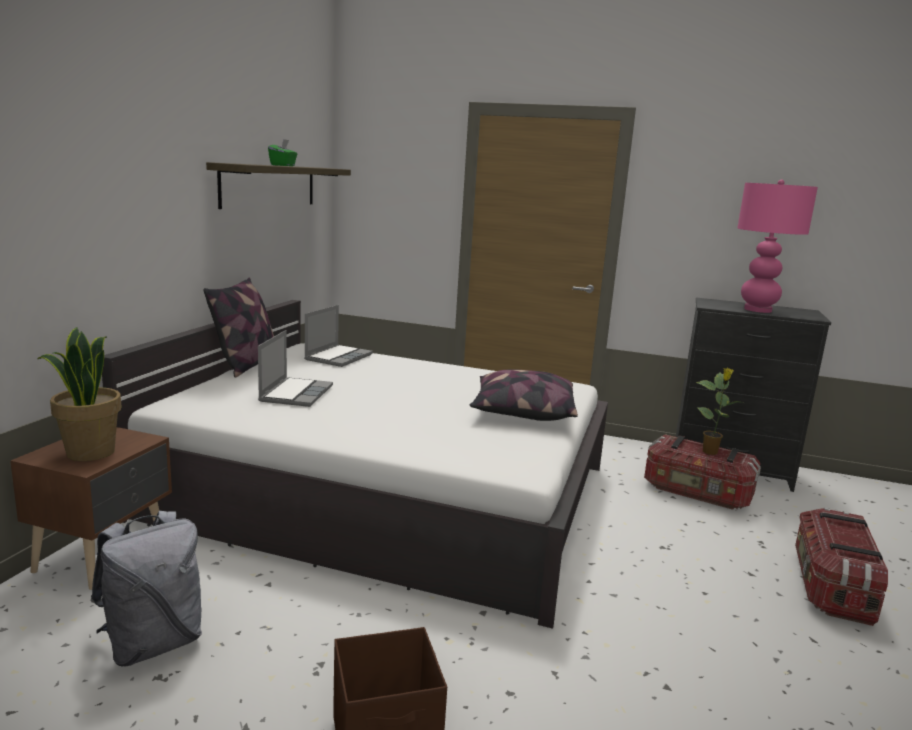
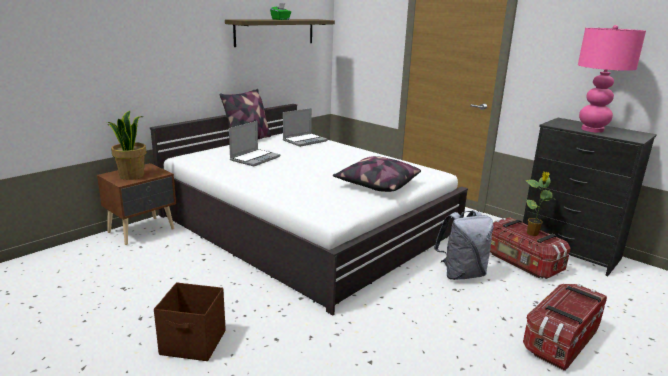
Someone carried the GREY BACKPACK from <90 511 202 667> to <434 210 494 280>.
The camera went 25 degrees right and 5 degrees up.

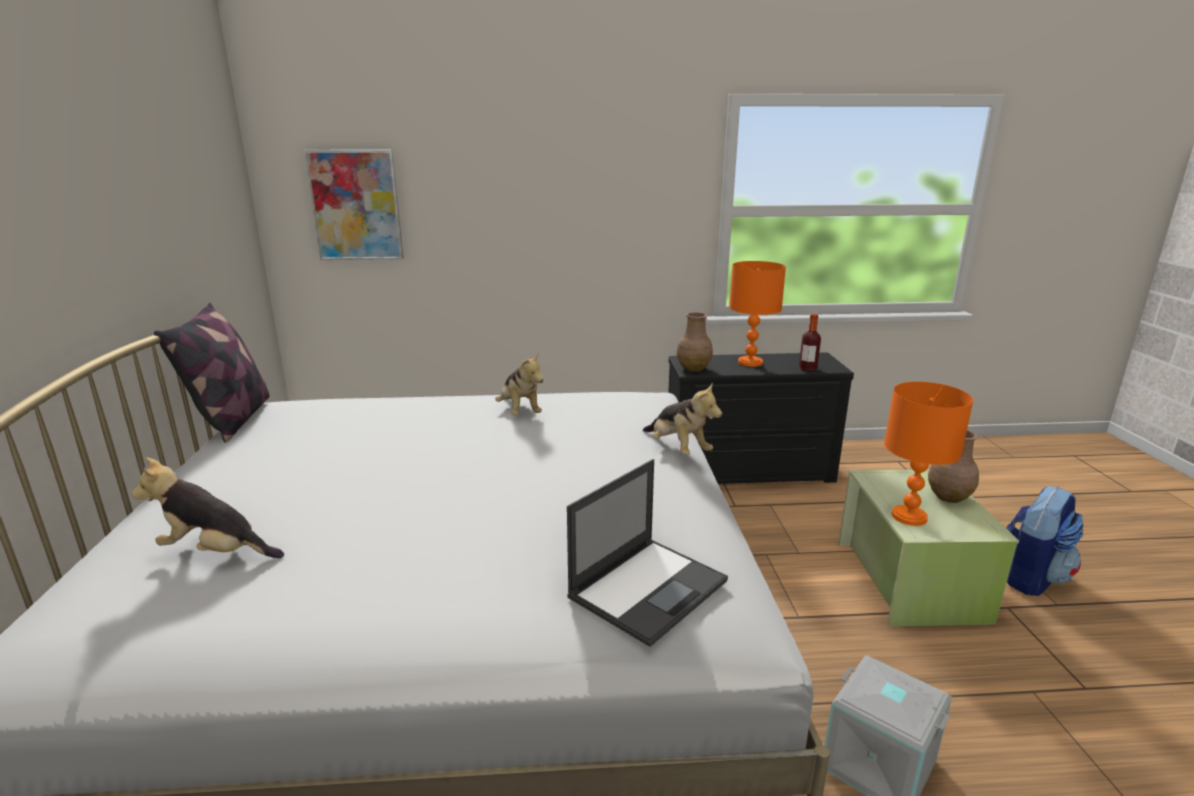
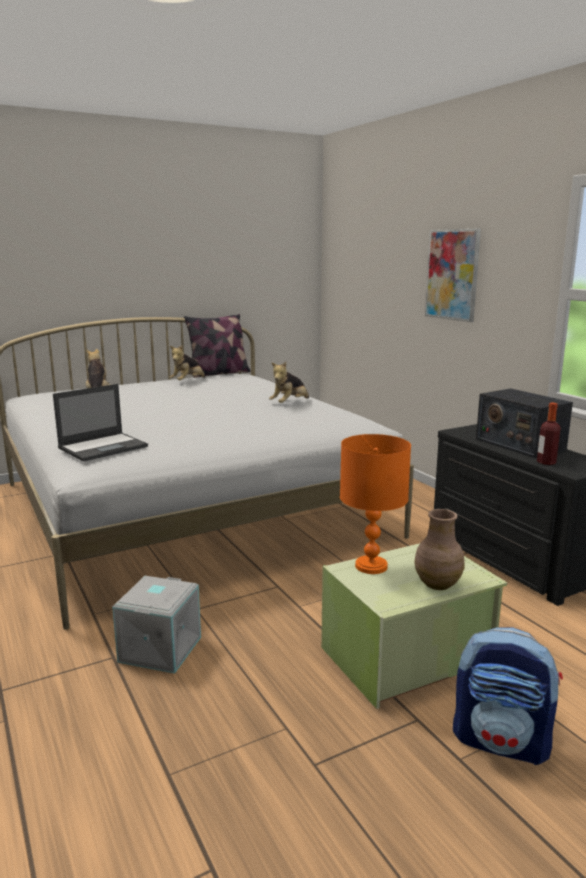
Someone took away the BROWN VASE at <677 312 713 372>.
Someone carried the PICTURE from <304 149 404 260> to <425 229 481 322>.
Someone carried the PLUSH TOY from <643 382 722 455> to <169 344 205 380>.
Someone swapped the ORANGE TABLE LAMP at <729 261 786 367> for the RADIO at <476 389 573 458>.
Someone rotated the LAPTOP at <567 459 728 647> by 60 degrees counterclockwise.
The camera went 65 degrees right and 5 degrees down.

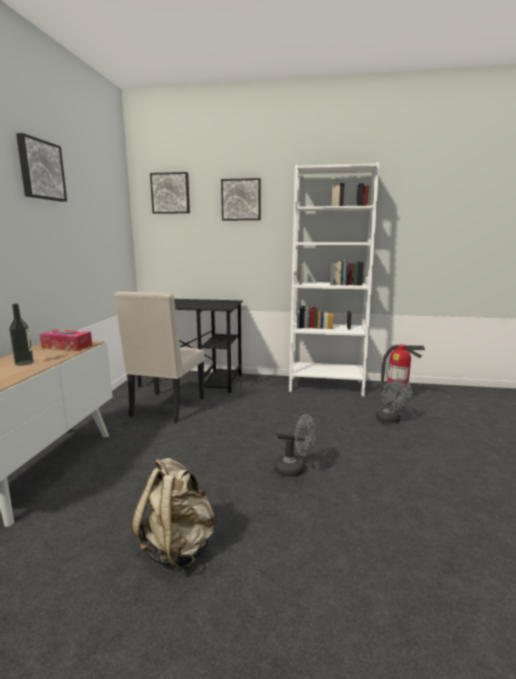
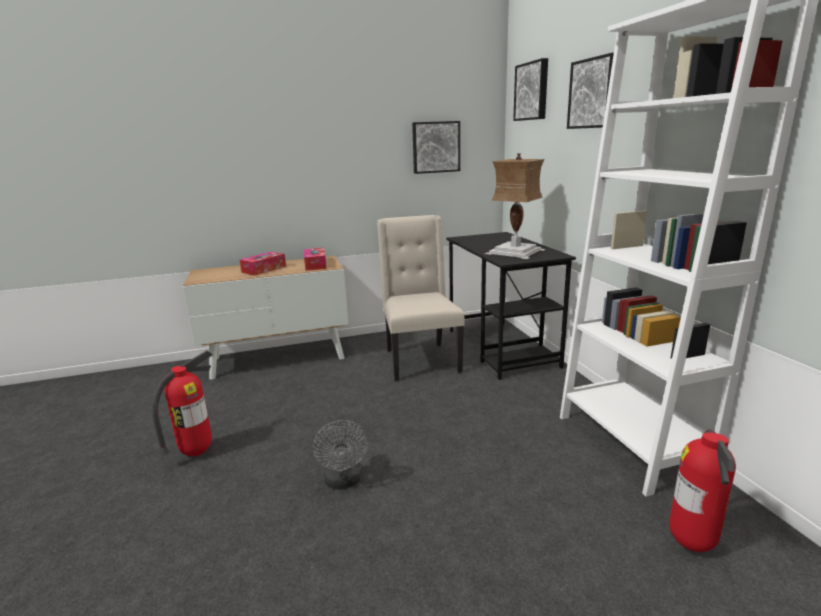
Someone took away the GREY FAN at <375 379 412 423>.
Someone put down the TABLE LAMP at <485 153 546 259>.
Someone carried the PICTURE from <16 133 67 202> to <412 121 460 174>.
Someone swapped the BOTTLE at <9 304 34 366> for the TISSUE BOX at <240 252 286 276>.
Someone swapped the BEIGE BACKPACK at <132 458 215 571> for the FIRE EXTINGUISHER at <152 350 212 456>.
Someone rotated the BEIGE CHAIR at <114 292 205 422> by 90 degrees clockwise.
The camera went 65 degrees right and 5 degrees up.

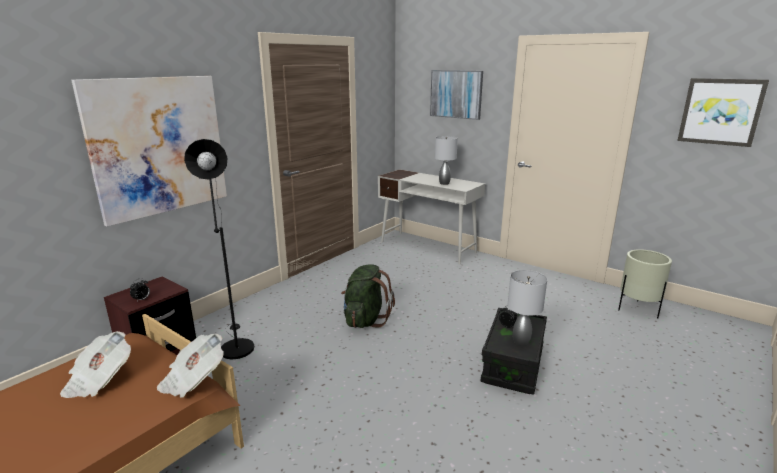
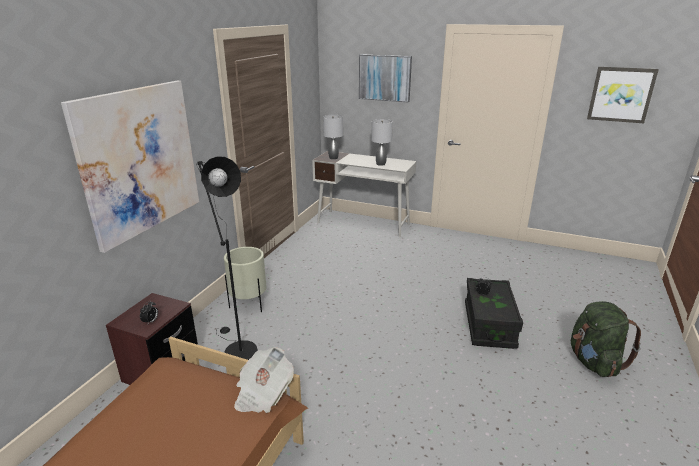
Someone took away the NEWSPAPER at <60 331 131 398>.
Someone carried the GREEN BACKPACK from <341 264 395 328> to <571 301 641 377>.
Someone carried the GREY TABLE LAMP from <508 270 547 346> to <323 115 343 159>.
Someone carried the BEIGE PLANTER from <618 249 672 318> to <224 247 266 312>.
The camera went 15 degrees left and 5 degrees up.

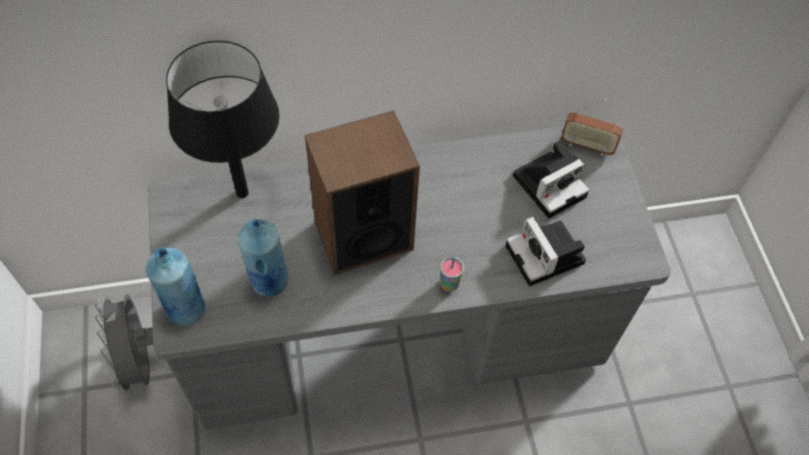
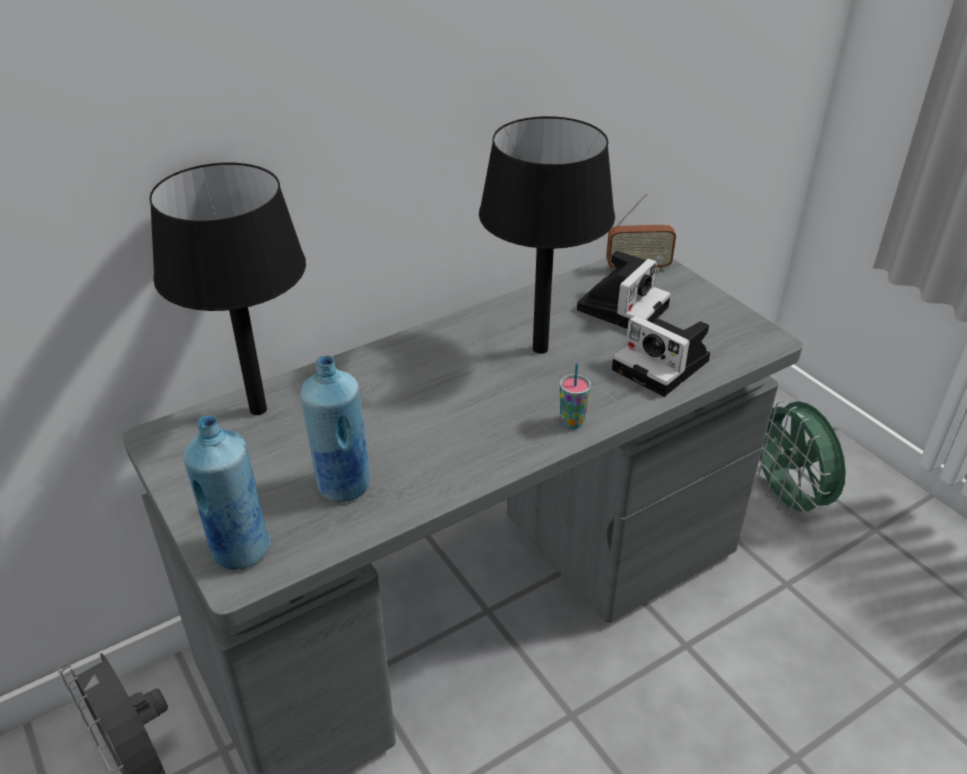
Someone took away the SPEAKER at <305 111 420 275>.
Someone put down the BLACK TABLE LAMP at <479 116 615 354>.
Someone put down the GREEN FAN at <757 400 846 518>.
The camera went 20 degrees left and 20 degrees down.

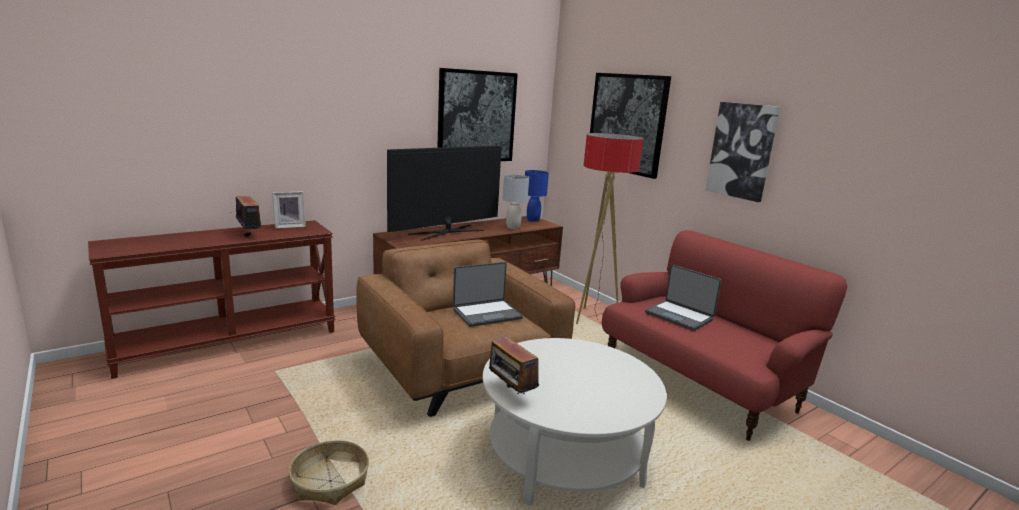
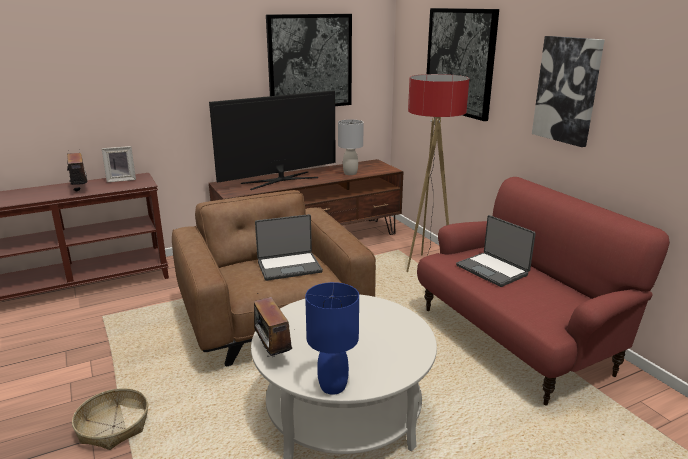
Someone carried the BLUE TABLE LAMP from <525 170 549 222> to <305 282 359 395>.
The camera went 10 degrees right and 5 degrees up.

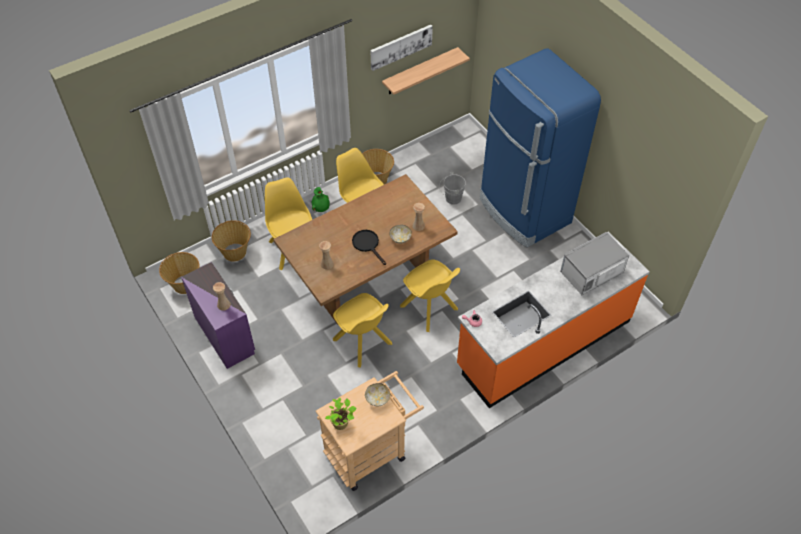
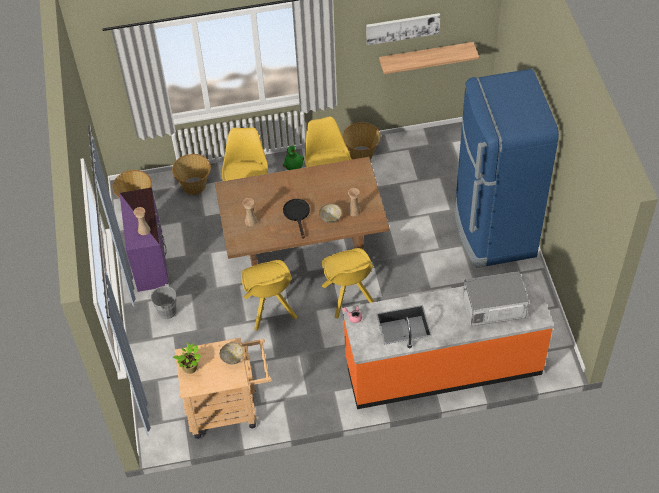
Someone carried the GREY BUCKET from <439 172 466 205> to <148 284 177 319>.
The camera went 25 degrees right and 0 degrees up.

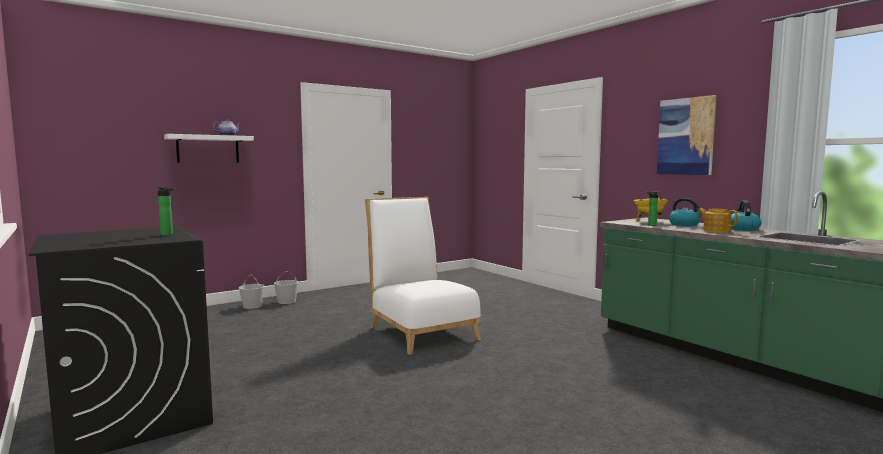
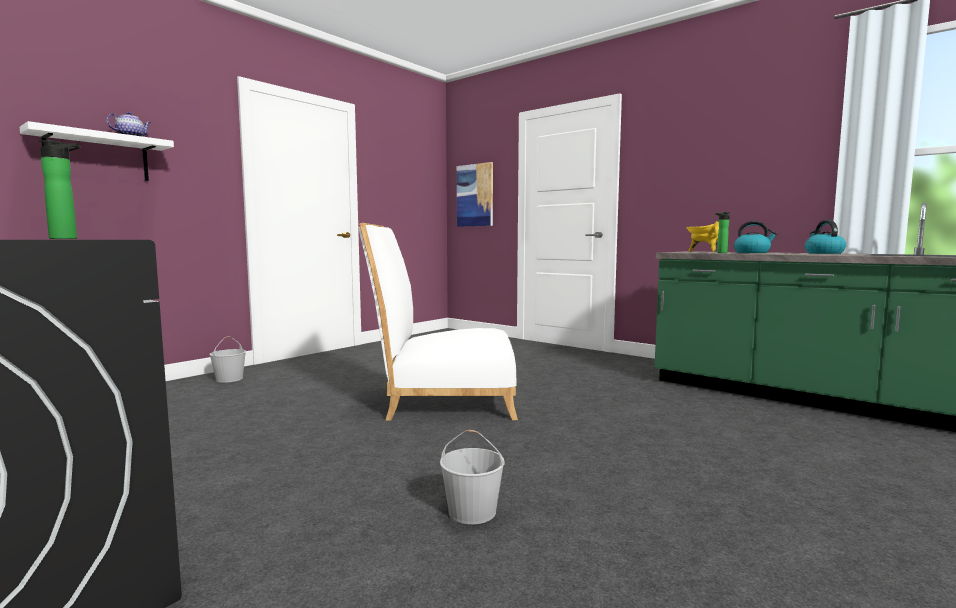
Someone took away the TEAPOT at <698 208 738 233>.
Someone carried the WHITE BUCKET from <239 275 265 309> to <440 430 505 524>.
Someone carried the PICTURE from <657 95 716 175> to <457 162 493 227>.
Someone rotated the WHITE CHAIR at <365 197 481 355> by 45 degrees counterclockwise.
The camera went 15 degrees left and 0 degrees up.

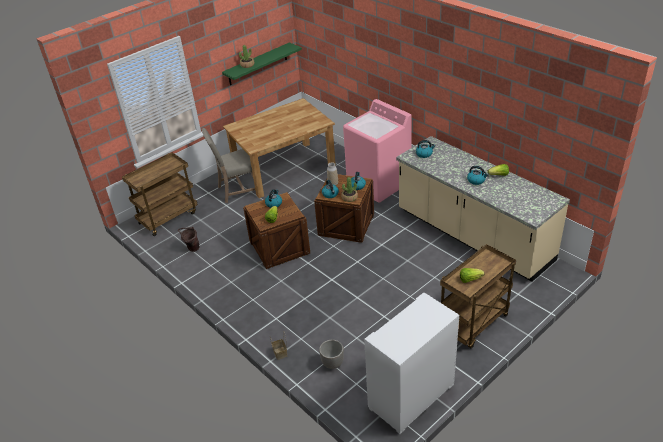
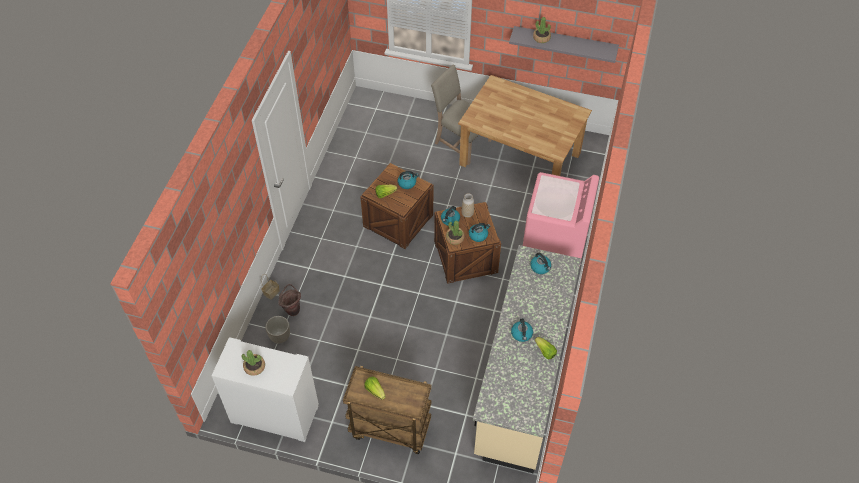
Someone took away the BROWN CART at <122 152 198 236>.
Someone put down the POTTED PLANT at <242 350 265 376>.
Someone carried the BROWN BUCKET from <178 227 199 252> to <278 284 301 316>.
Someone repainted the GREEN SHELF at <222 42 302 85>, which became the GREY SHELF at <509 26 619 63>.
The camera went 55 degrees right and 15 degrees up.

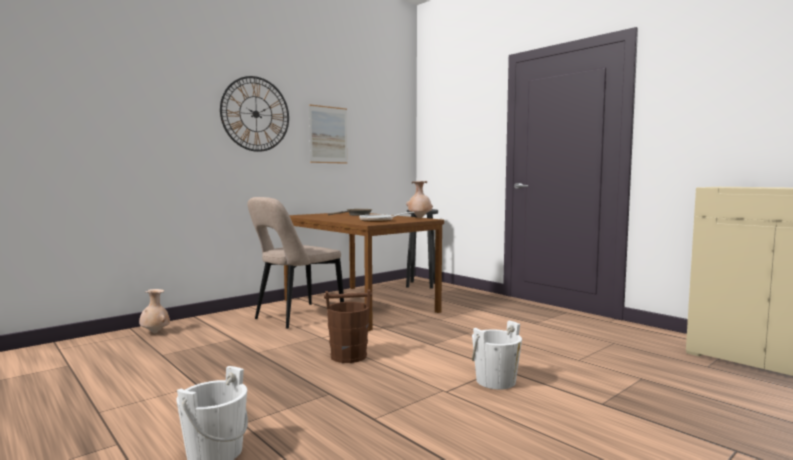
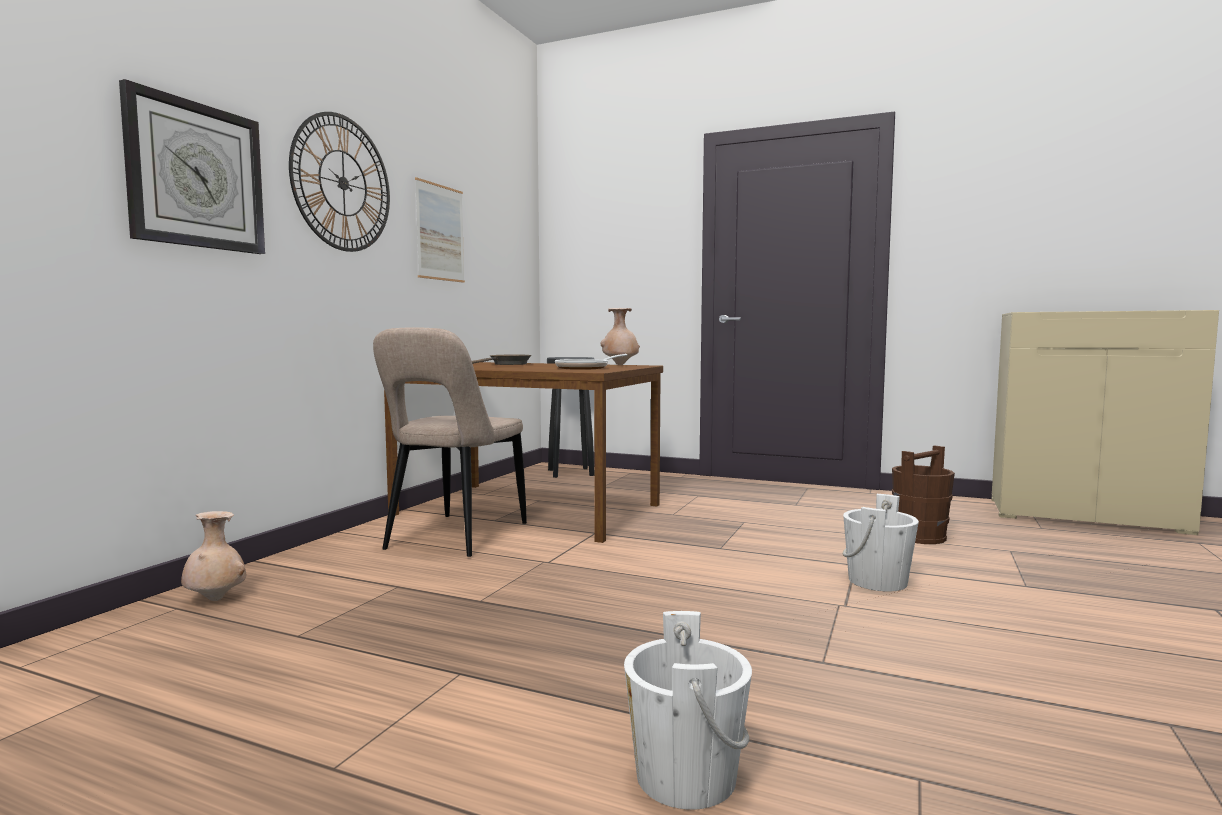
Someone put up the WALL CLOCK at <119 79 265 254>.
Someone carried the BROWN BUCKET from <324 289 372 363> to <892 445 955 544>.
The camera went 25 degrees left and 0 degrees up.

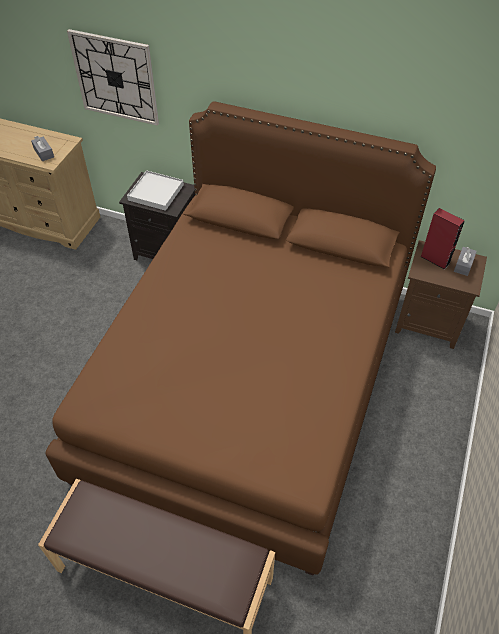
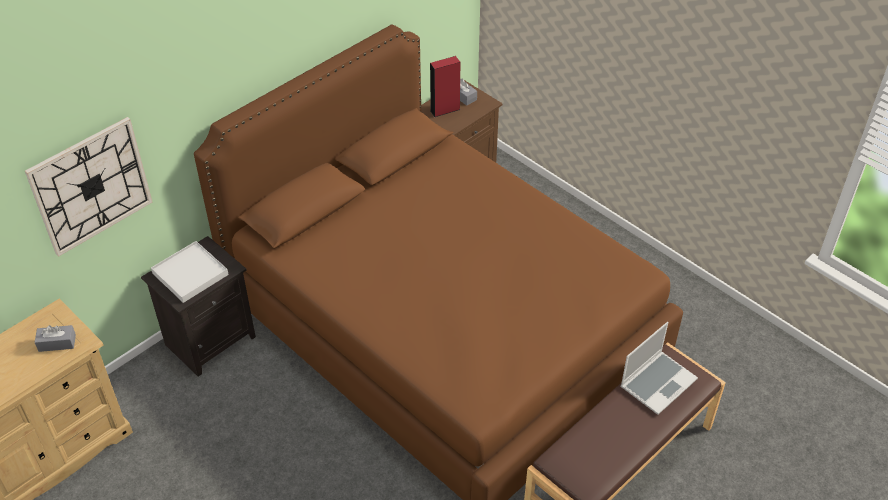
Someone put down the LAPTOP at <621 322 698 415>.
The camera went 65 degrees left and 5 degrees down.

